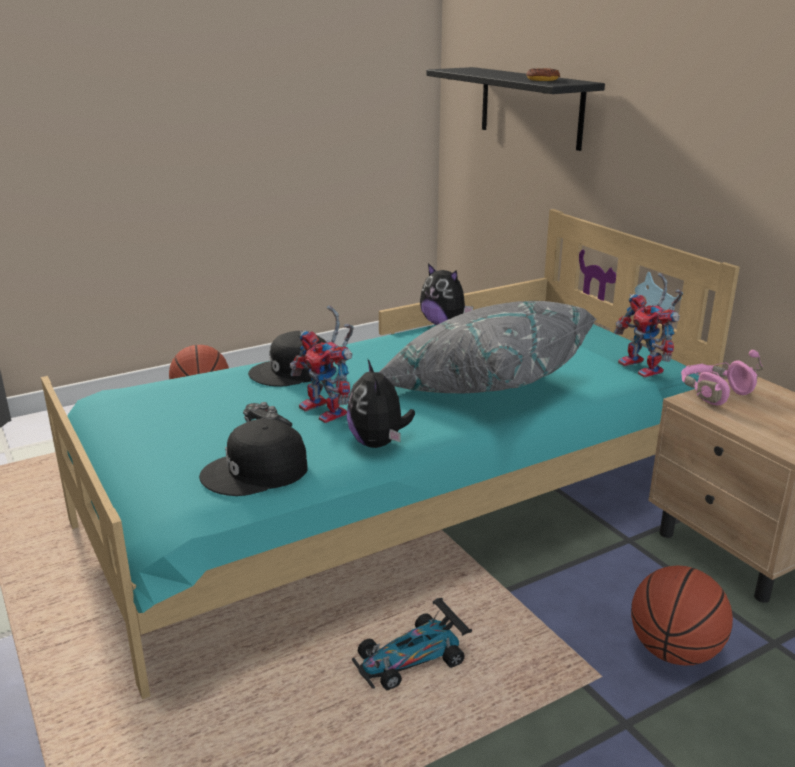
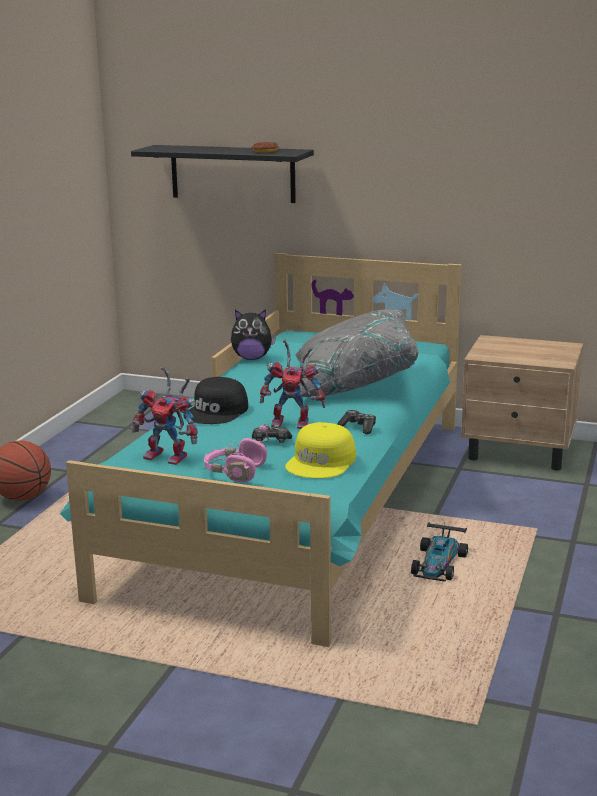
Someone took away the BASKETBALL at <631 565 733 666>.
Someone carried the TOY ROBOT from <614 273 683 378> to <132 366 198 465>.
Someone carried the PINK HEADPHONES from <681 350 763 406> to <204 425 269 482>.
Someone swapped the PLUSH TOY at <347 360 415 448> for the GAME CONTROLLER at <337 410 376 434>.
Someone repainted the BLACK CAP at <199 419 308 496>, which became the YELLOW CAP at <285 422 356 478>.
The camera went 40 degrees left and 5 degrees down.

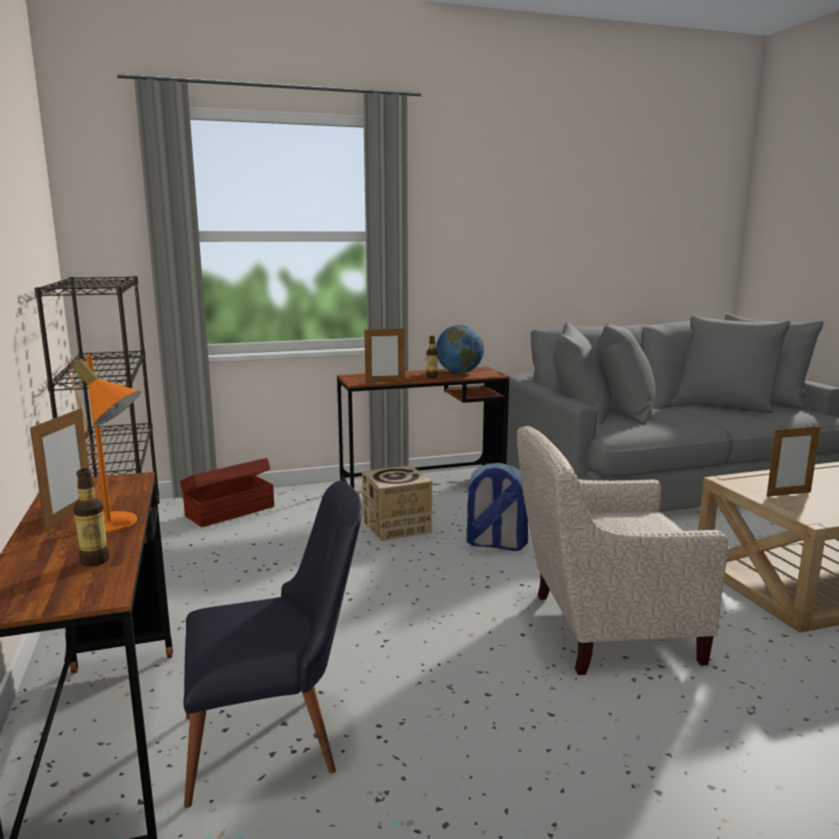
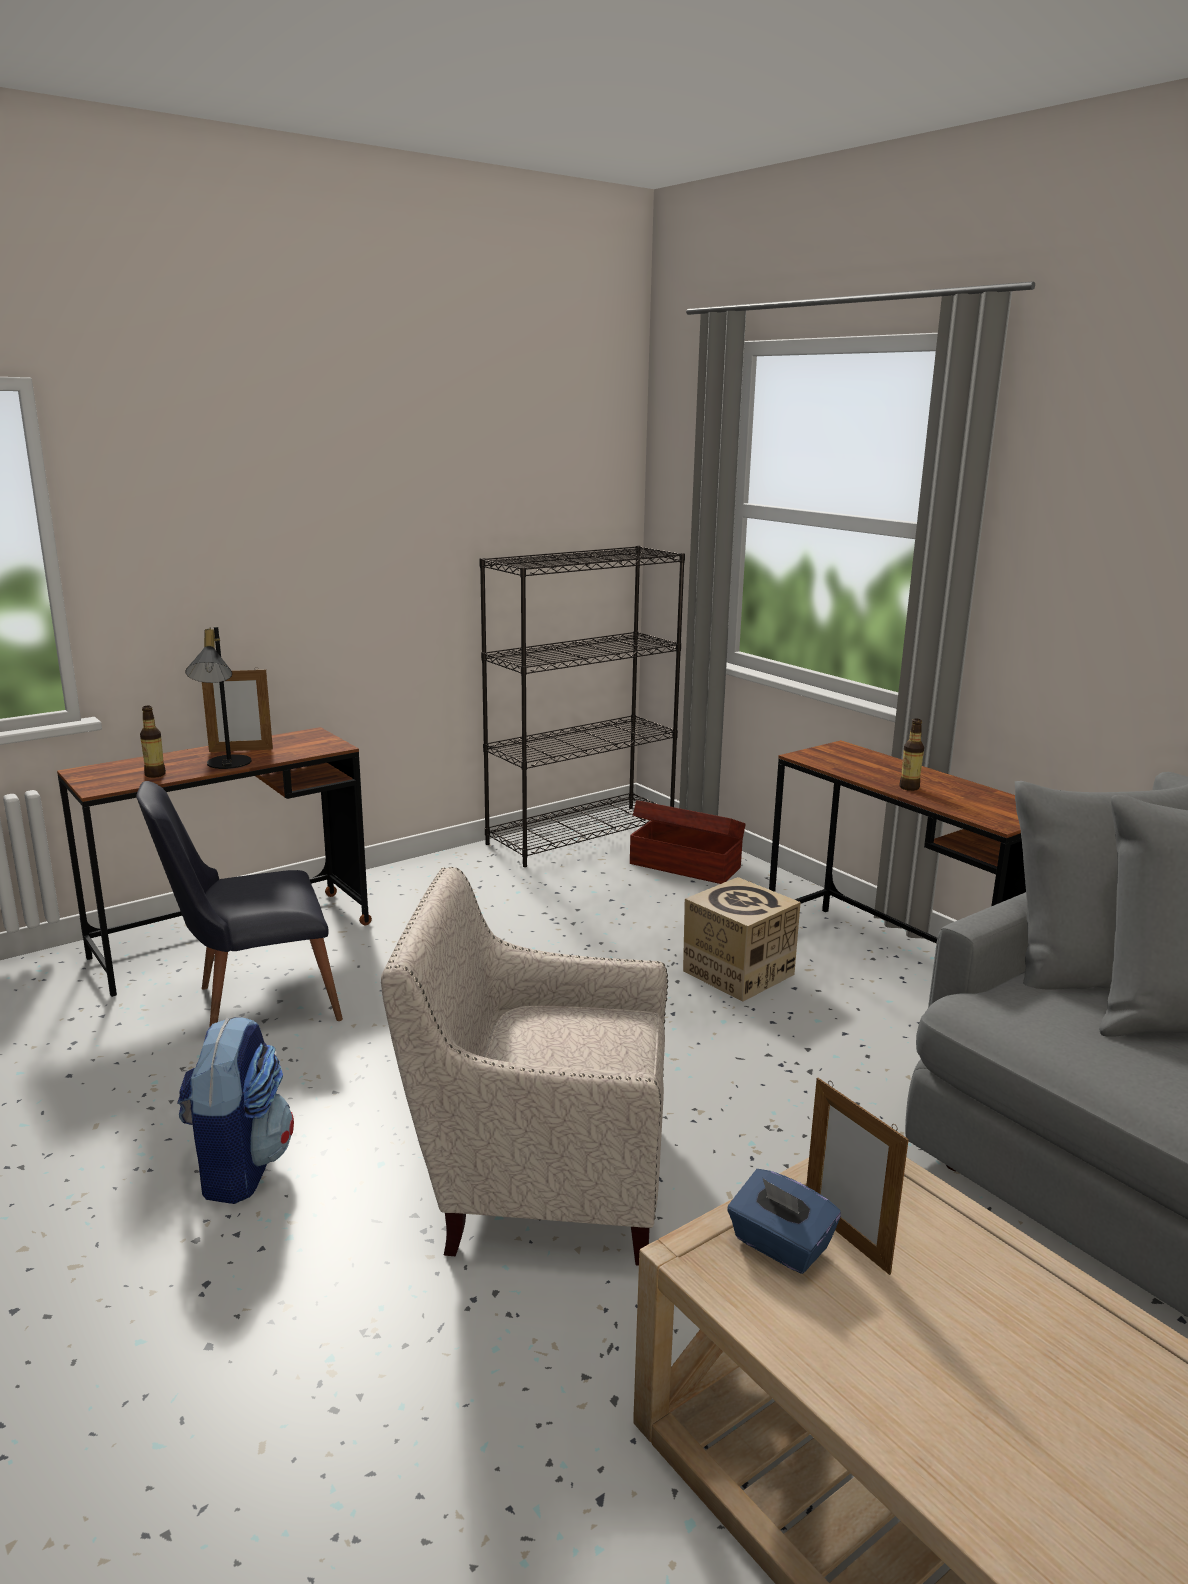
Someone took away the PICTURE FRAME at <364 327 405 383>.
Someone took away the GLOBE at <436 325 484 373>.
Someone put down the BLUE TISSUE BOX at <727 1169 841 1274>.
Someone carried the BACKPACK from <465 463 528 551> to <177 1017 294 1204>.
Someone repainted the ORANGE TABLE LAMP at <68 355 141 533>, which became the BLACK TABLE LAMP at <185 627 252 769>.
Someone rotated the BLACK CHAIR at <183 481 363 808> by 105 degrees clockwise.
Someone rotated the BEIGE ARMCHAIR at <517 426 728 675> by 60 degrees counterclockwise.
The camera went 70 degrees right and 5 degrees up.

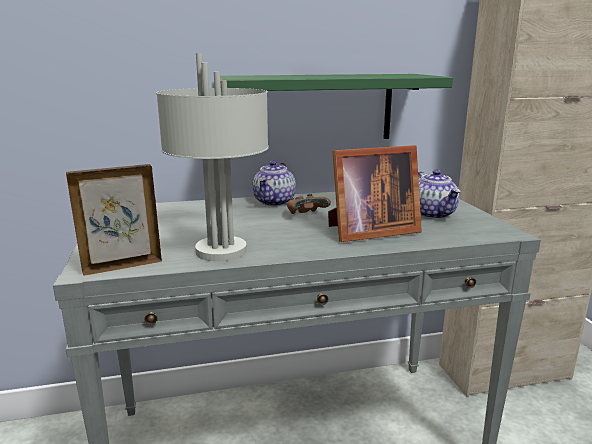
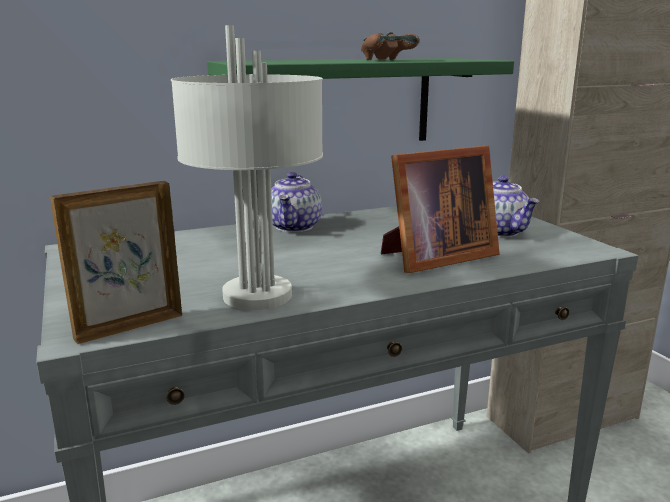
Someone carried the BROWN GAME CONTROLLER from <287 194 331 214> to <361 32 420 60>.
The camera went 10 degrees left and 0 degrees up.

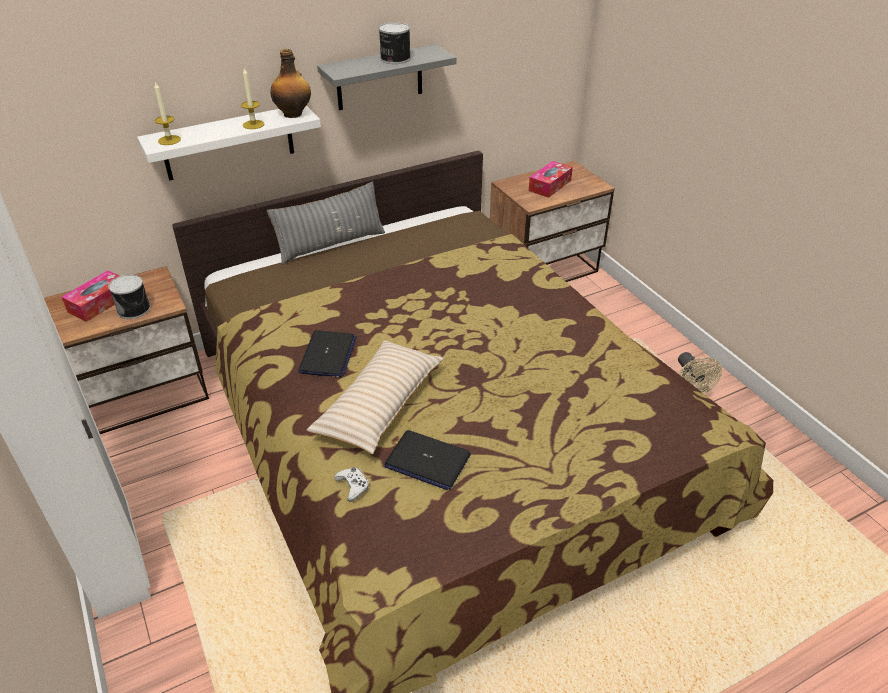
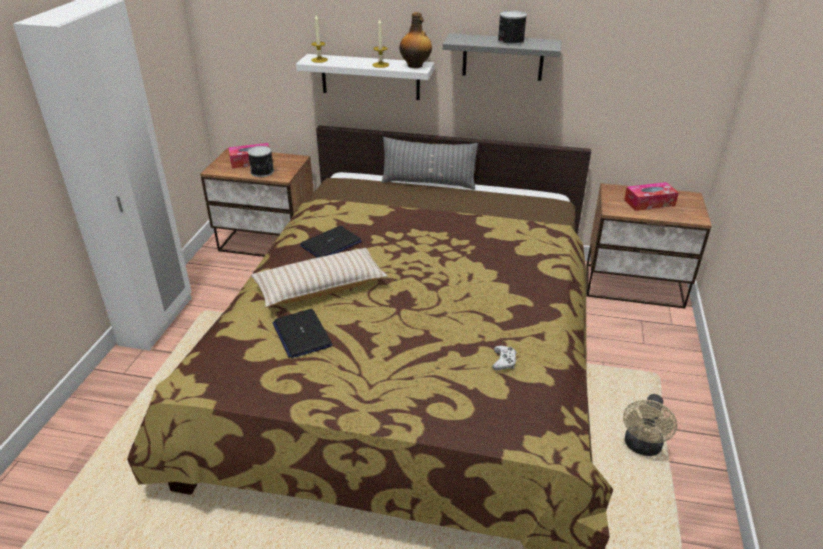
Someone carried the WHITE GAME CONTROLLER from <334 467 369 502> to <492 346 516 370>.
The camera went 40 degrees right and 5 degrees down.

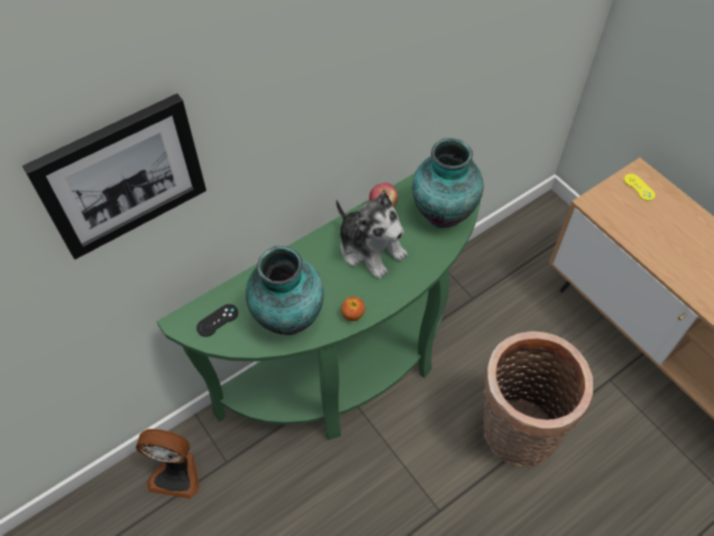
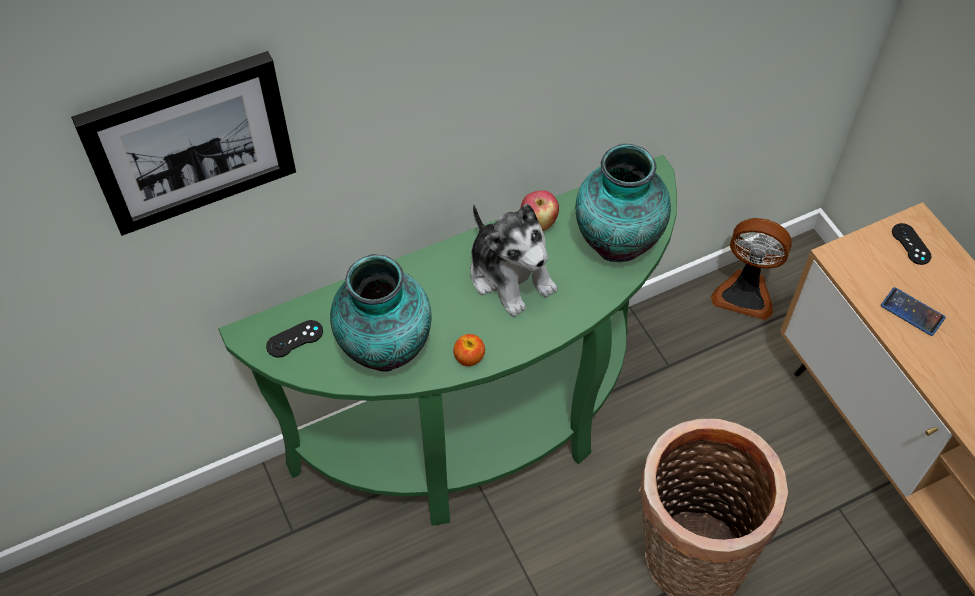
Someone put down the PHONE at <881 287 946 336>.
Someone carried the FAN from <136 429 199 499> to <711 218 792 320>.
Someone repainted the YELLOW GAME CONTROLLER at <624 174 655 201>, which became the BLACK GAME CONTROLLER at <892 223 932 265>.
The camera went 10 degrees right and 0 degrees up.

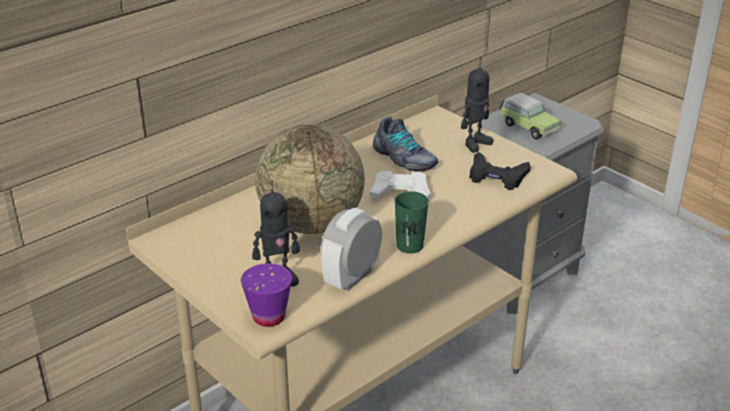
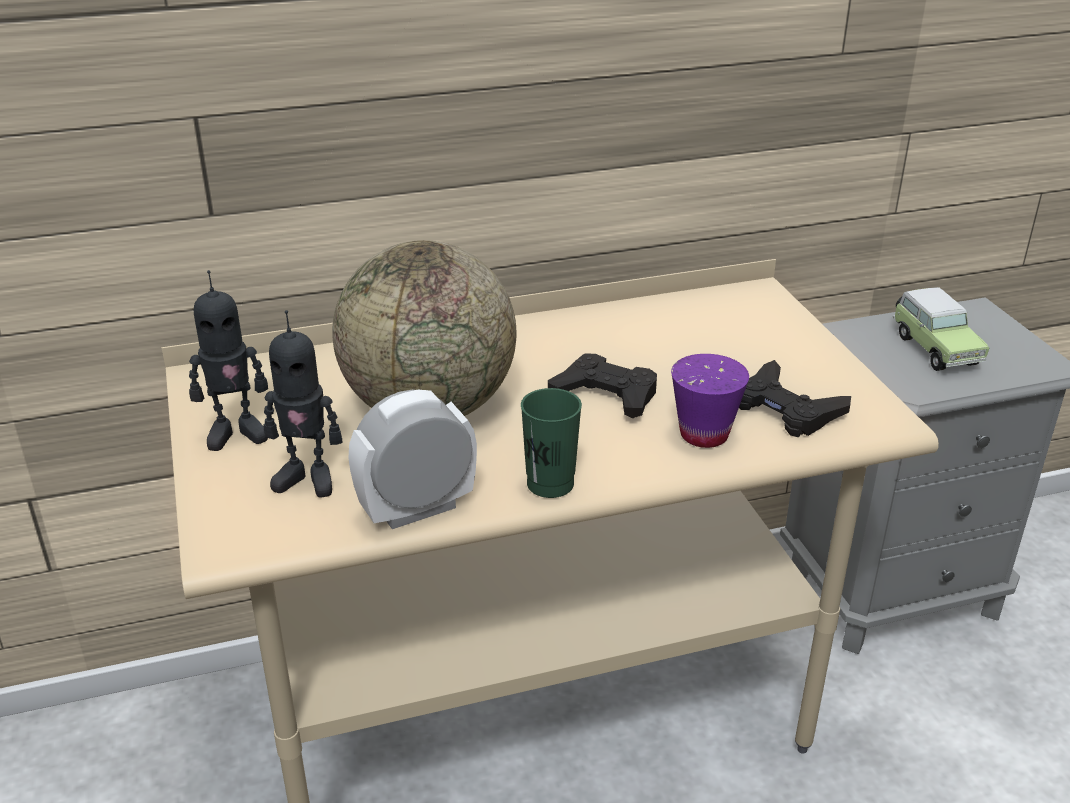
Someone took away the SHOE at <373 116 438 172>.
Someone carried the PURPLE CUP from <241 263 292 327> to <671 354 749 448>.
Someone carried the TOY ROBOT from <461 58 493 152> to <189 270 268 451>.
Someone repainted the WHITE GAME CONTROLLER at <370 171 431 200>, which became the BLACK GAME CONTROLLER at <548 353 657 418>.
The camera went 25 degrees right and 0 degrees up.

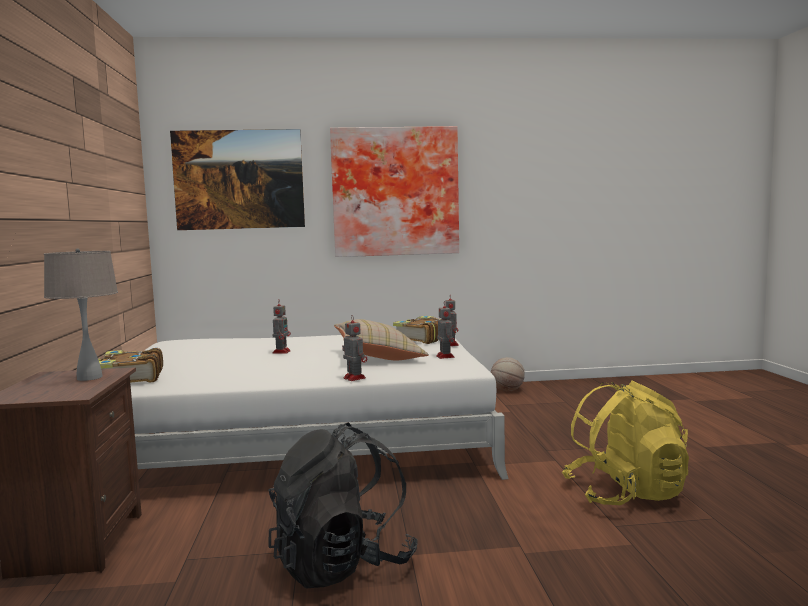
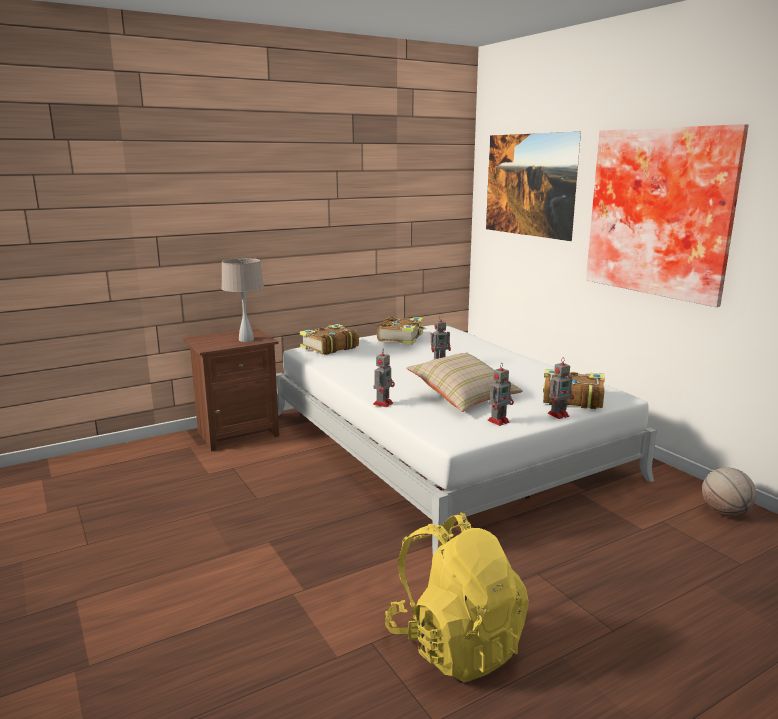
Someone took away the BLACK BACKPACK at <268 423 418 588>.
Someone put down the BOOK at <377 316 427 344>.
The camera went 65 degrees right and 10 degrees up.

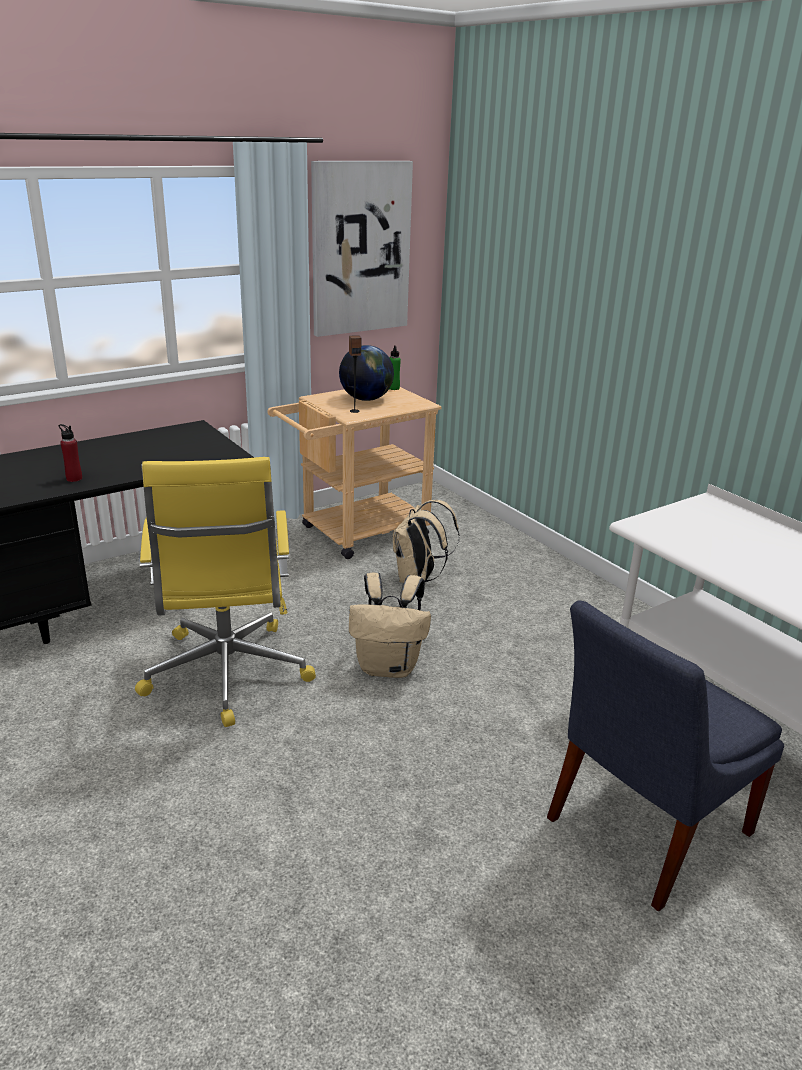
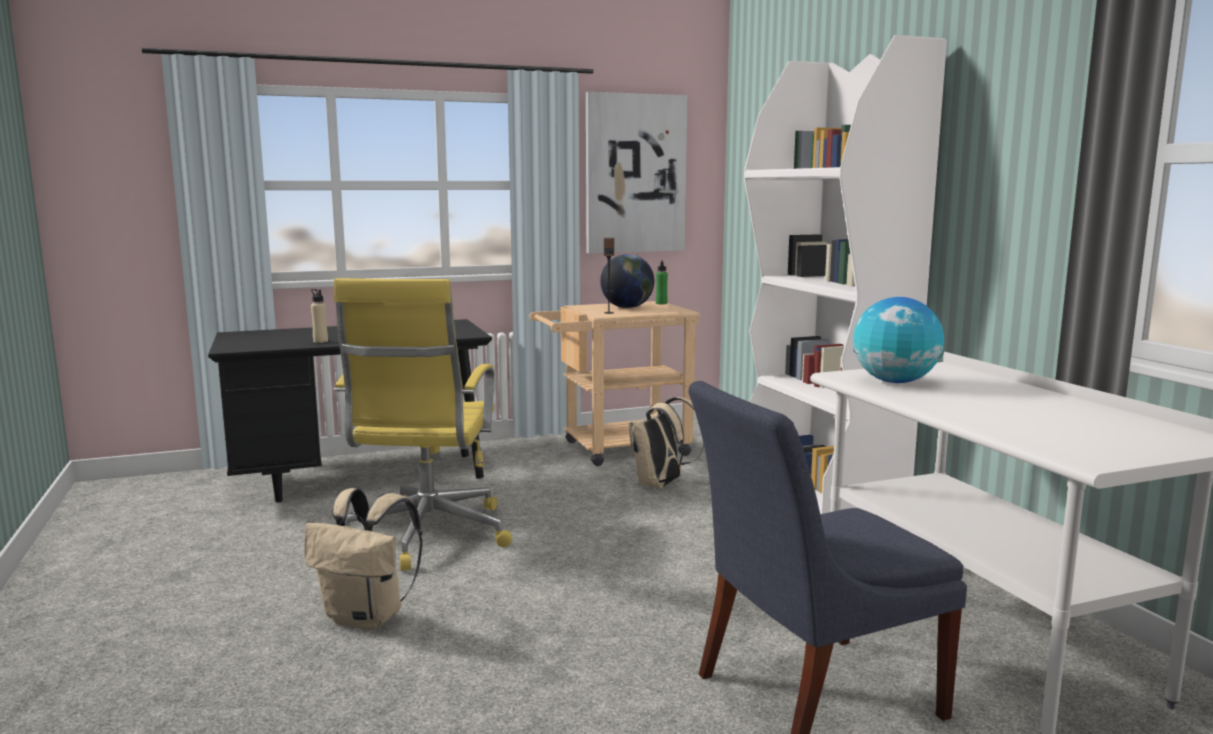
Someone put down the WHITE BOOKCASE at <744 35 947 514>.
Someone put down the GLOBE at <853 297 944 383>.
Someone carried the BEIGE BACKPACK from <349 572 431 678> to <304 488 423 630>.
Someone repainted the RED BOTTLE at <59 424 82 482>, which became the BEIGE BOTTLE at <311 289 328 343>.
The camera went 15 degrees right and 15 degrees down.

